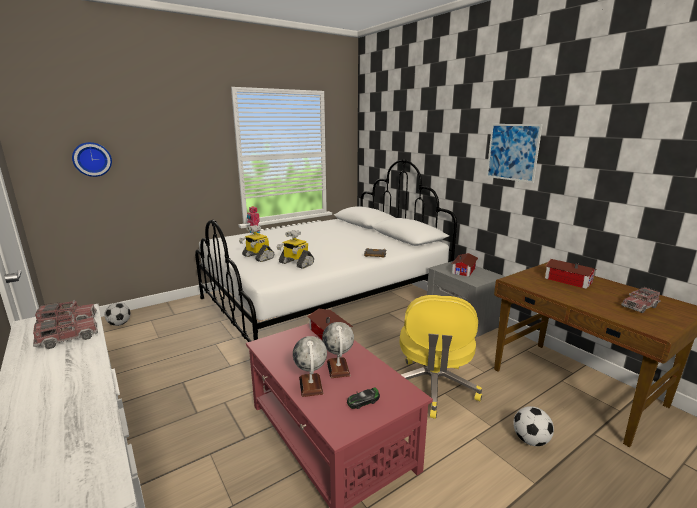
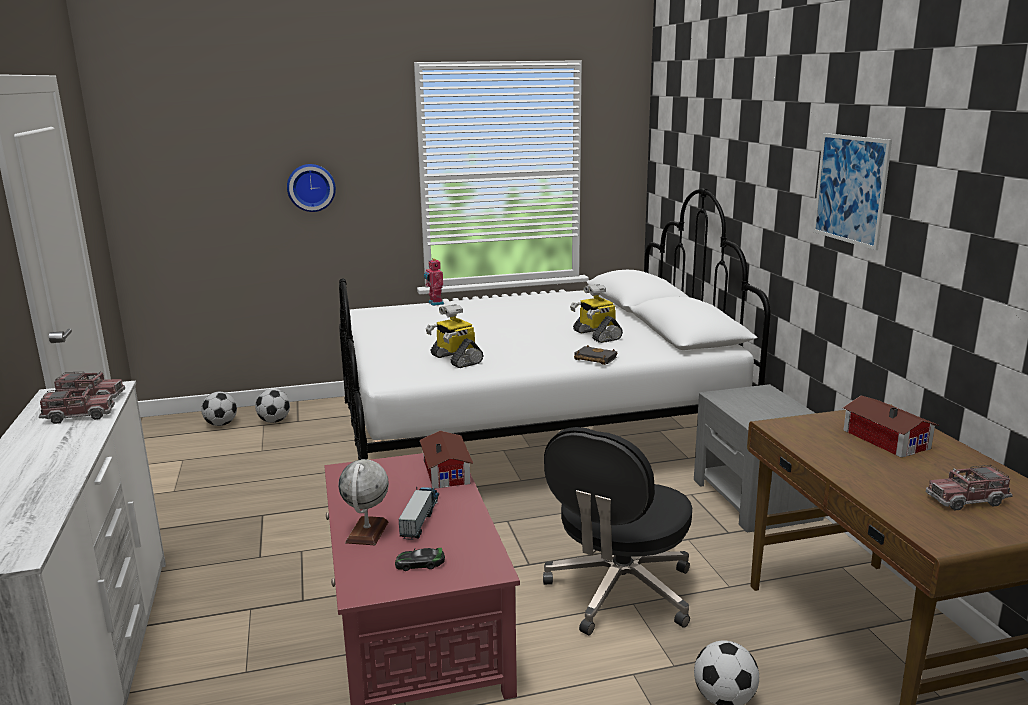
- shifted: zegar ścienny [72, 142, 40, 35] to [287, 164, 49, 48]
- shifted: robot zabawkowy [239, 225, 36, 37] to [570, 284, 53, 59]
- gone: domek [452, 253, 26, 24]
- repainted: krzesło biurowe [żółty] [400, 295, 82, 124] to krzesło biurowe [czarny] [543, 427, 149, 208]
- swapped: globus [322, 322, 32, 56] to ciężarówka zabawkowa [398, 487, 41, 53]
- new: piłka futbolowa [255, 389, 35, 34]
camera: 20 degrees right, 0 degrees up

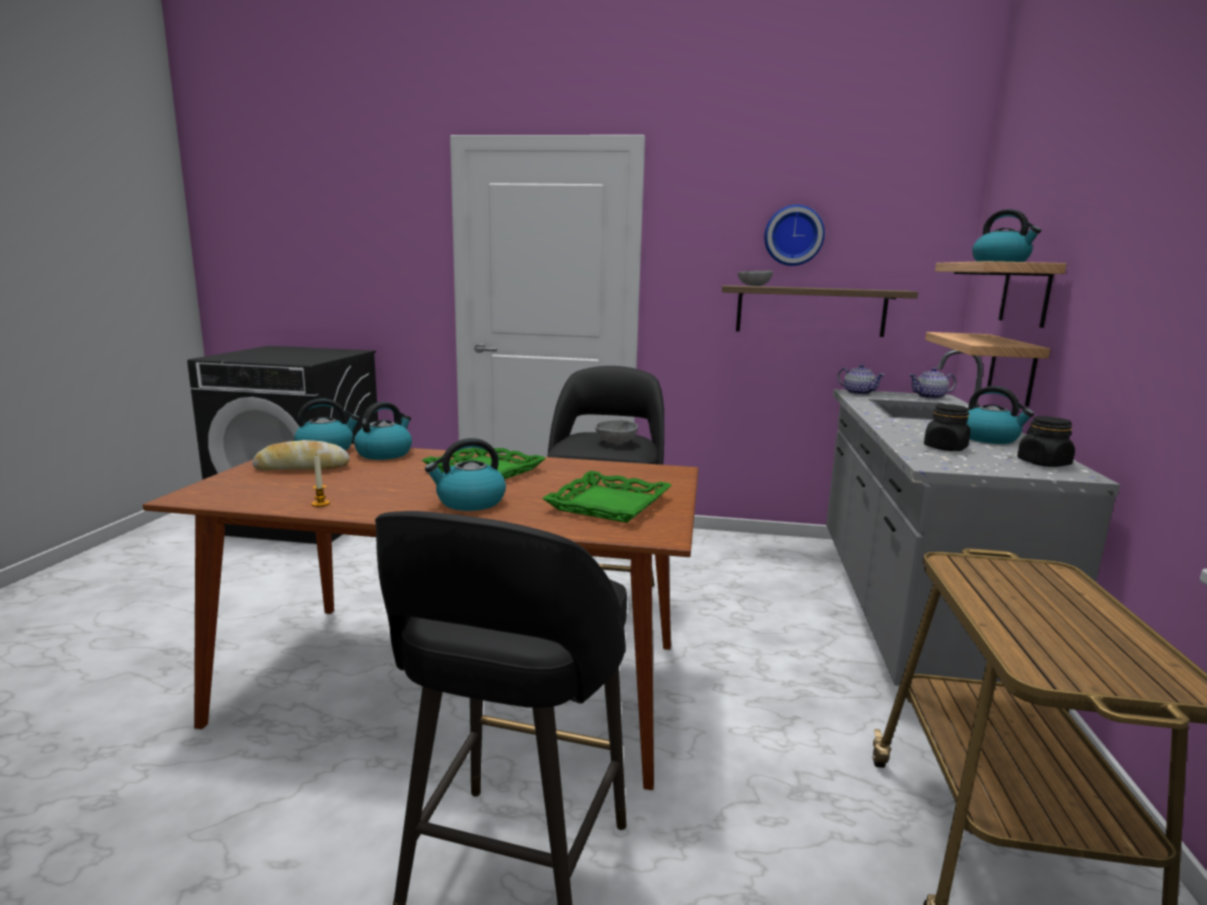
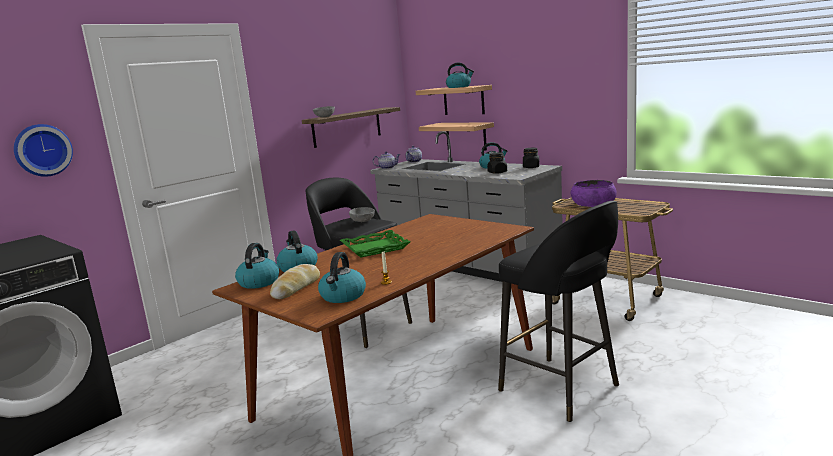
- shifted: zegar ścienny [764, 205, 61, 61] to [14, 124, 59, 53]
- shifted: czajnik [425, 438, 81, 73] to [318, 252, 48, 51]
- gone: taca [zielony] [542, 471, 129, 52]
- new: miska [fioletowy] [570, 180, 47, 27]
camera: 55 degrees left, 0 degrees up

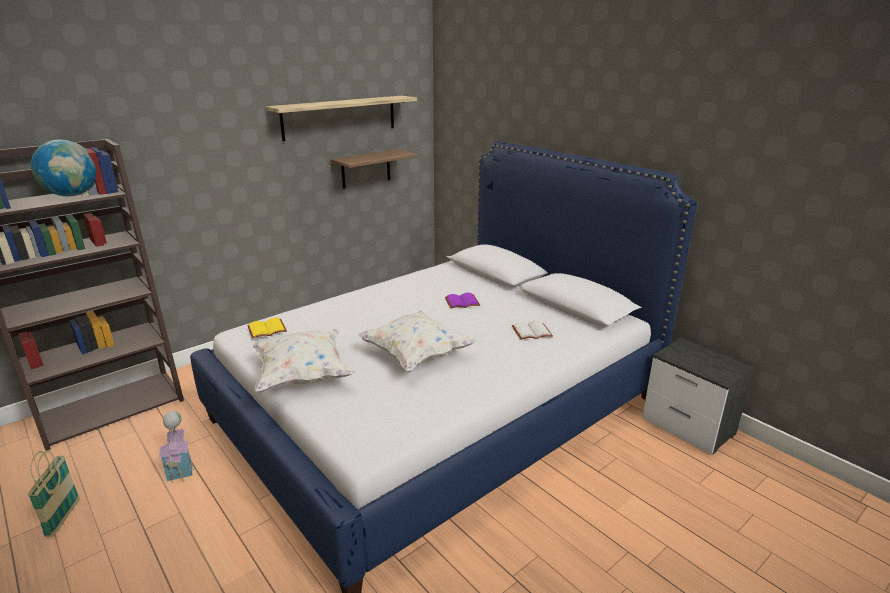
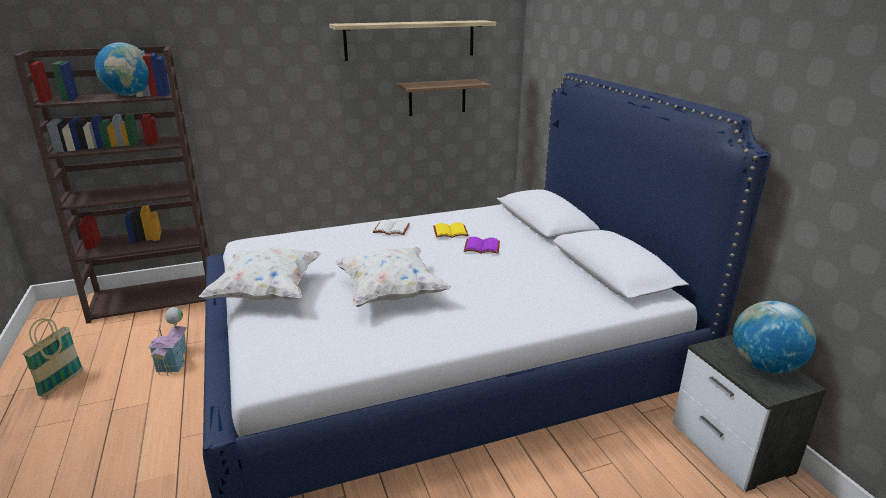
- shifted: książka [żółty] [247, 318, 40, 21] to [433, 222, 35, 16]
- shifted: książka [biały] [512, 321, 41, 19] to [373, 220, 37, 15]
- new: globus [733, 301, 83, 73]
camera: 20 degrees right, 0 degrees up

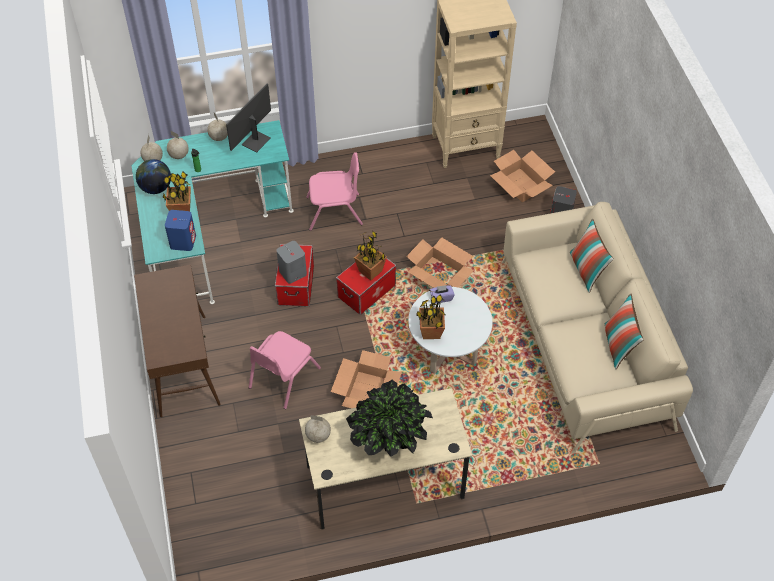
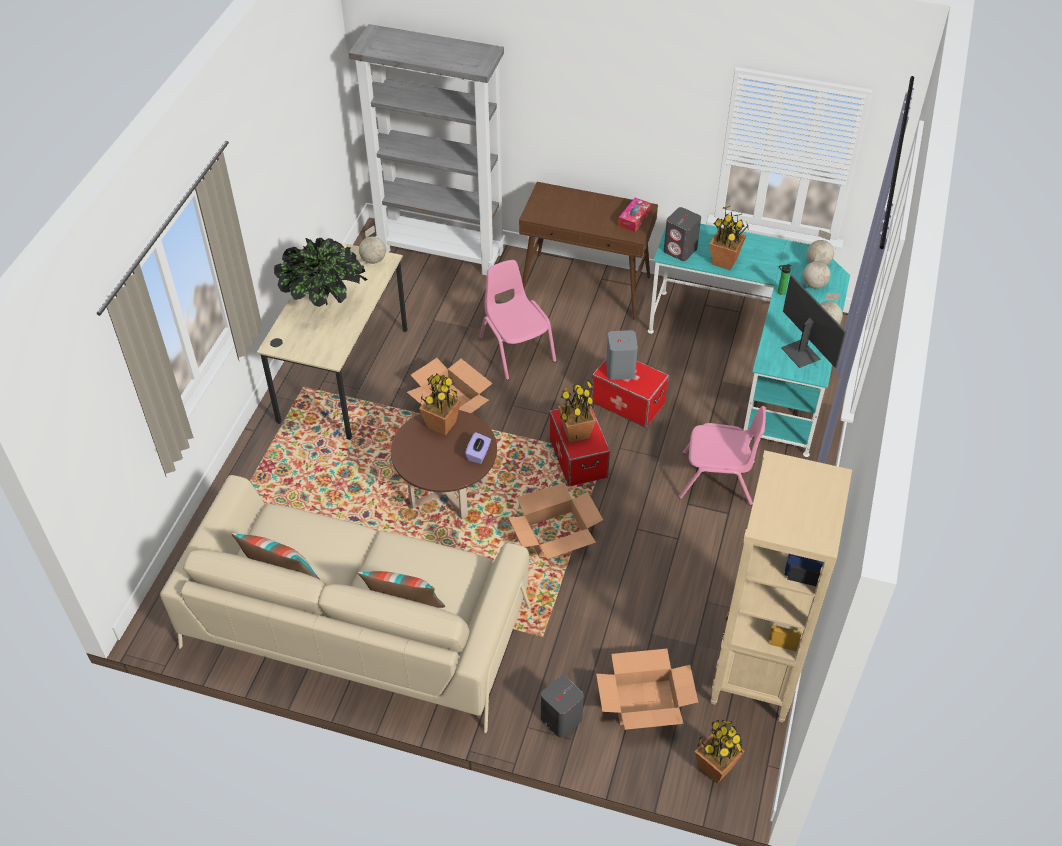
- rotated: krzesło [różowy] [306, 152, 57, 79] = [678, 406, 88, 99] 105 degrees counterclockwise
- gone: globus [136, 159, 35, 35]
- repainted: głośnik [niebieski] [165, 210, 31, 41] to głośnik [szary] [664, 207, 37, 54]
- repainted: ława [biały] [408, 287, 84, 86] to ława [brązowy] [391, 410, 106, 109]
- new: regał [szary] [349, 24, 157, 251]
- new: pudełko chusteczek [618, 198, 33, 34]
- new: roślina doniczkowa [695, 720, 50, 64]
camera: 120 degrees right, 5 degrees down

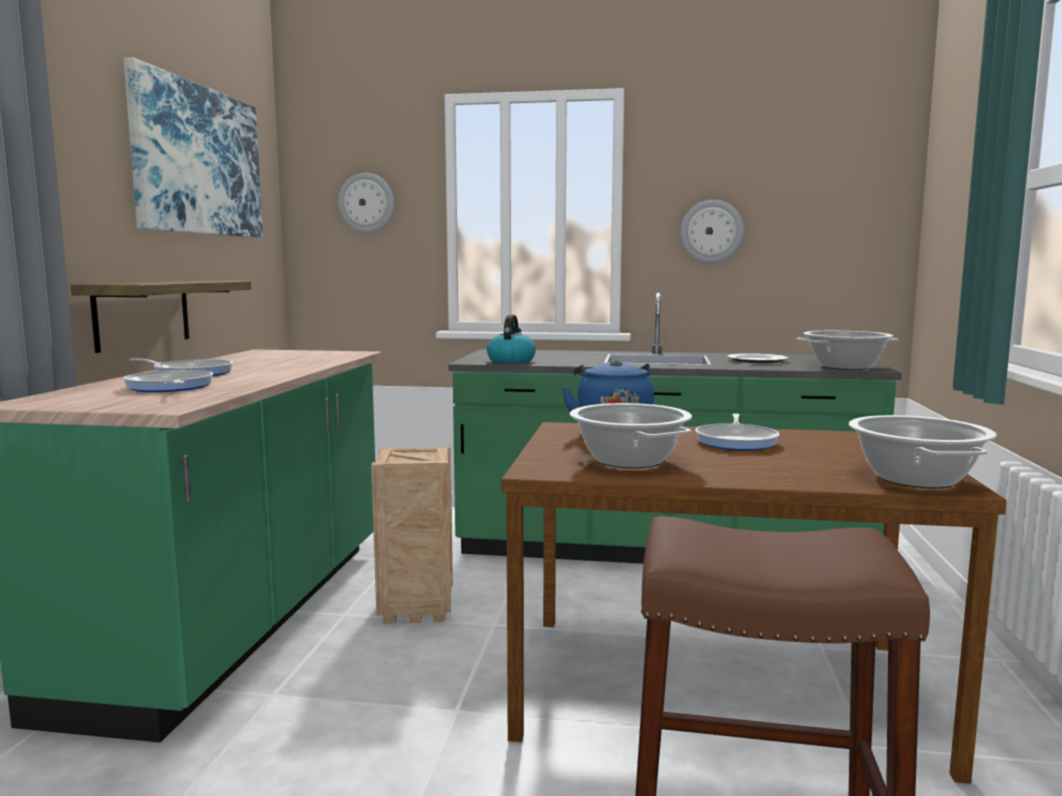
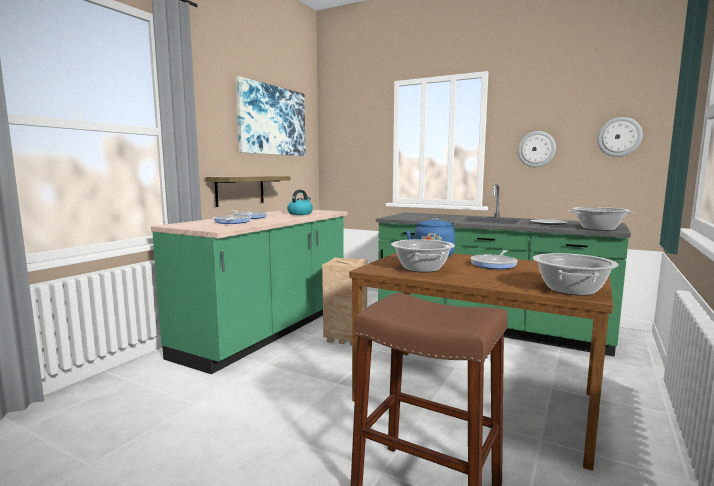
- shifted: zegar ścienny [338, 173, 56, 60] to [597, 117, 46, 40]
- shifted: czajnik [487, 314, 49, 49] to [287, 190, 26, 25]
camera: 20 degrees right, 0 degrees up

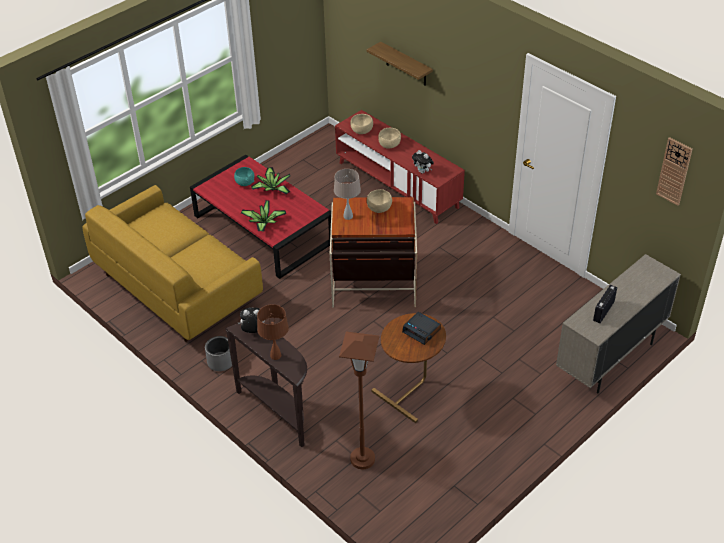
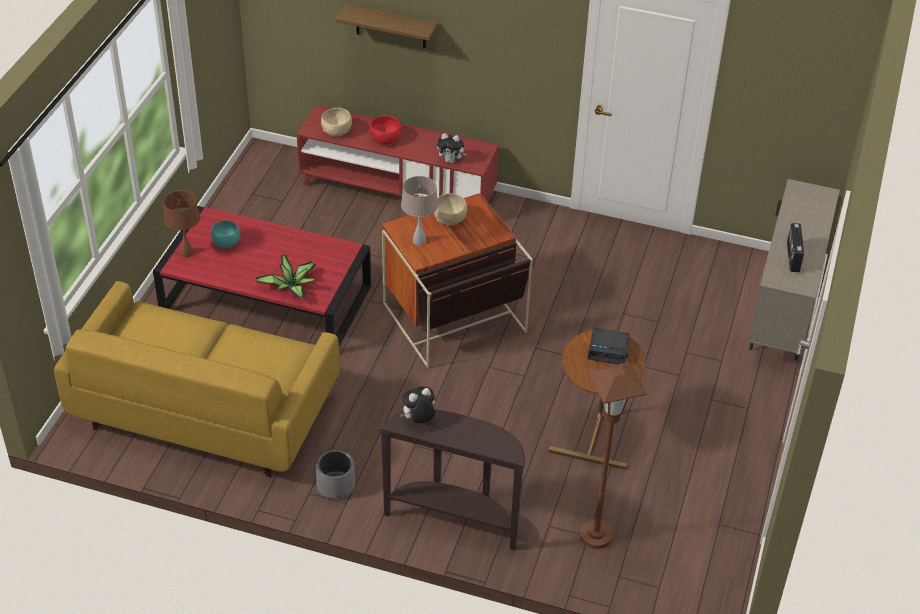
- repainted: miska [beżowy] [378, 128, 23, 21] to miska [czerwony] [370, 116, 31, 29]
- gone: zegar ścienny [656, 137, 36, 69]
- gone: roślina doniczkowa [251, 167, 39, 27]
- shifted: lampa stołowa [brązowy] [257, 304, 32, 56] to [163, 191, 37, 67]
camera: 30 degrees left, 0 degrees up

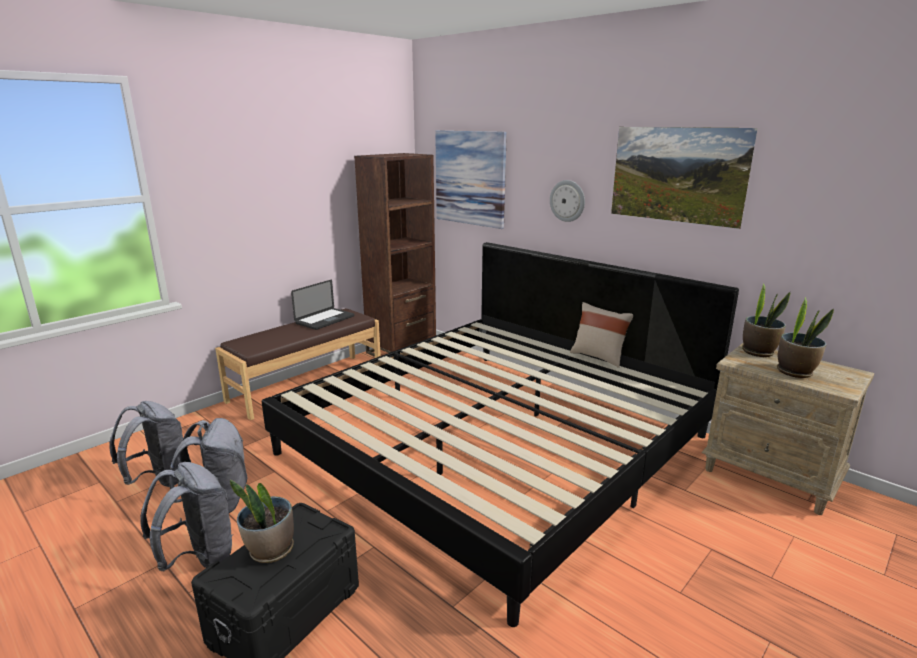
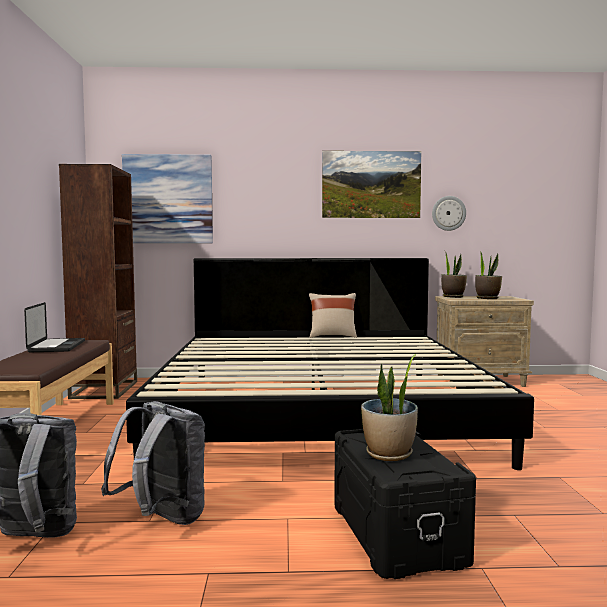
- shifted: zegar ścienny [550, 180, 35, 42] to [432, 196, 34, 35]
- gone: plecak [szary] [140, 462, 93, 109]
camera: 45 degrees left, 15 degrees down

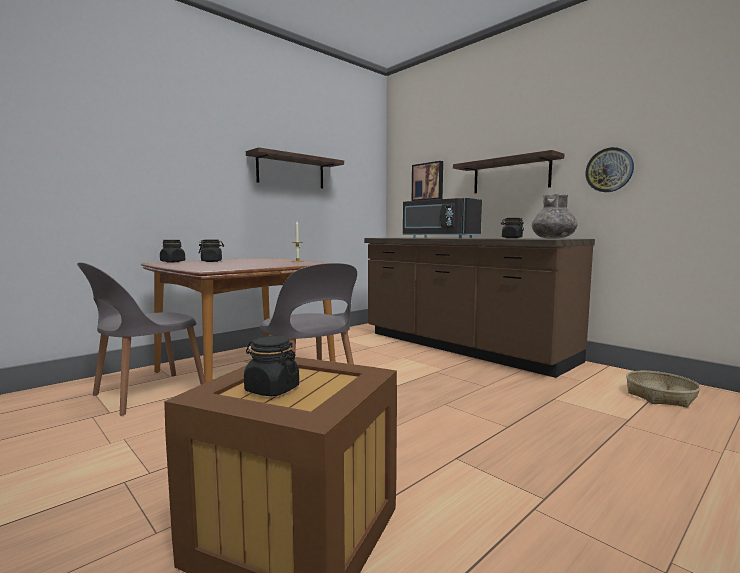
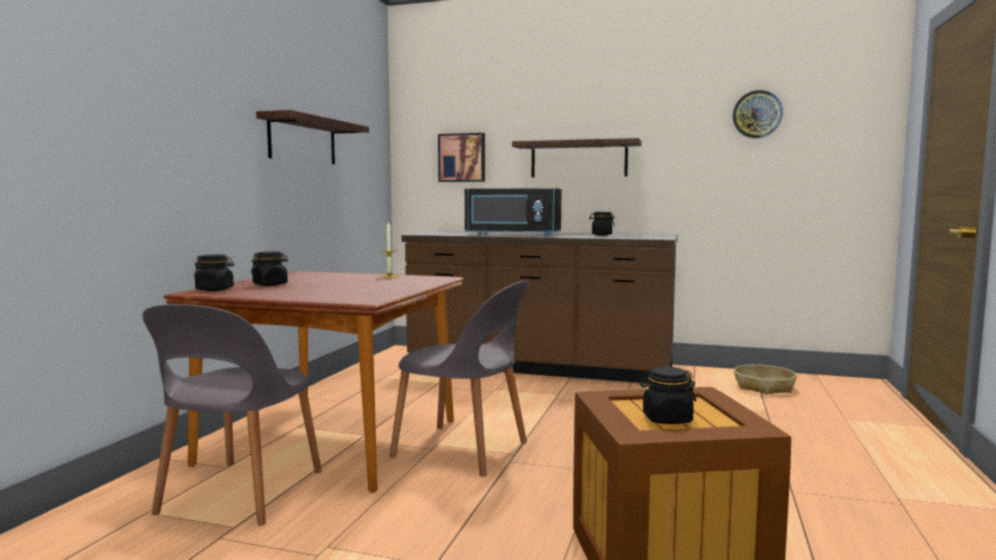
- shifted: zegar ścienny [585, 147, 49, 45] to [733, 90, 50, 48]
- gone: wazon [szary] [532, 194, 46, 45]
camera: 30 degrees left, 0 degrees up

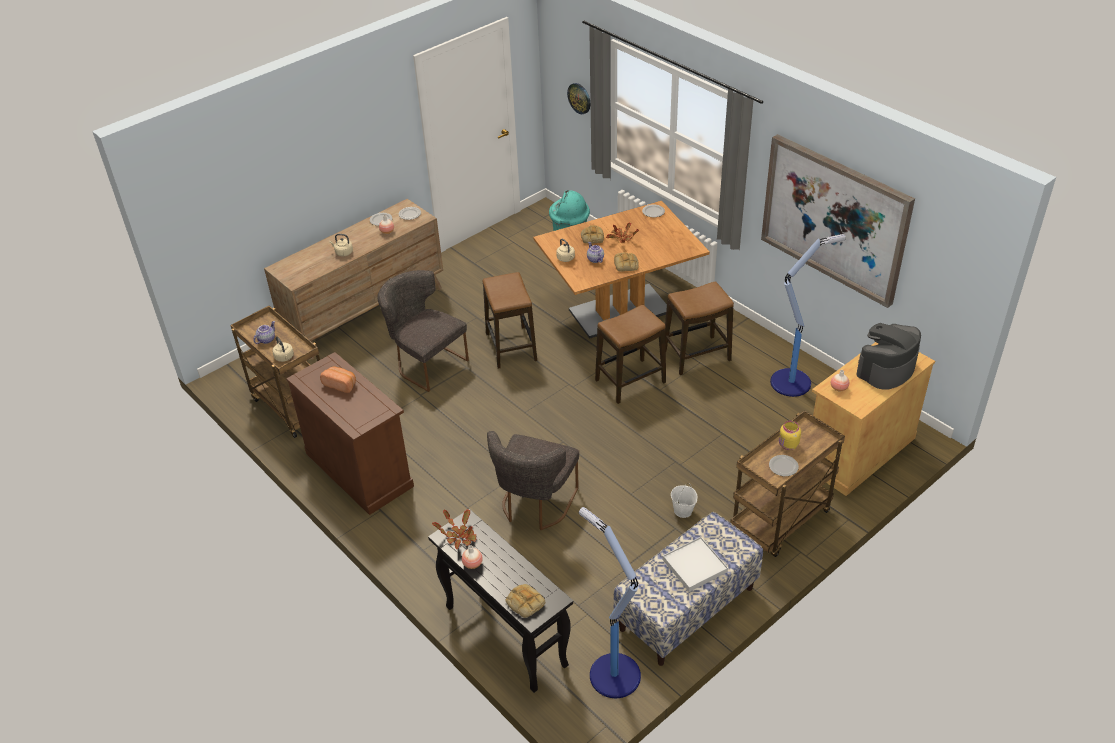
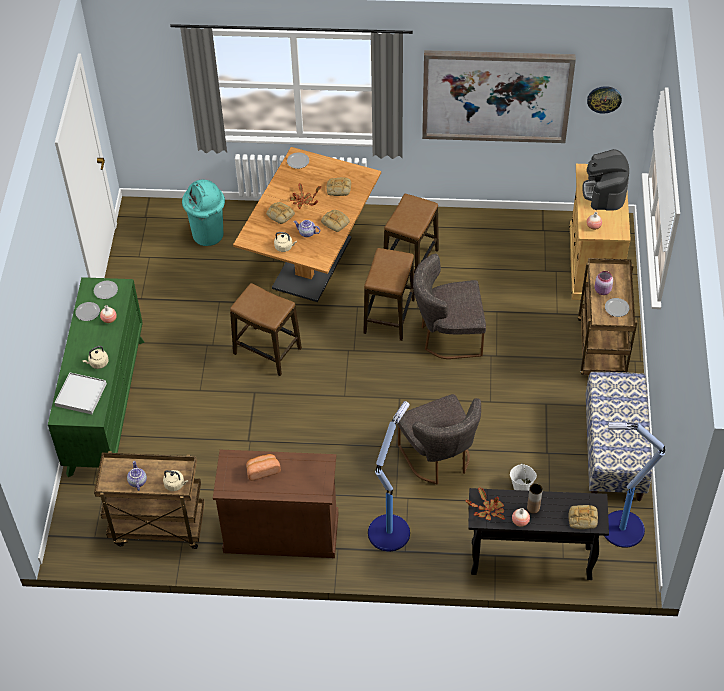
- shifted: zegar ścienny [567, 83, 23, 31] to [587, 86, 35, 28]
- repainted: komoda [brązowy] [264, 199, 179, 161] to komoda [zielony] [48, 277, 97, 200]
- shifted: lampa stojąca [770, 234, 76, 163] to [368, 401, 42, 150]
- shifted: krzesło [szary] [378, 270, 91, 122] to [413, 253, 73, 106]
- repainted: słoik [żółty] [779, 420, 22, 30] to słoik [różowy] [595, 271, 18, 24]
- shifted: wiadro [biały] [671, 483, 26, 35] to [510, 464, 27, 27]
- shifted: taca [biały] [663, 537, 65, 55] to [55, 372, 52, 42]
- new: chleb [326, 177, 25, 19]
- new: wazon [brązowy] [527, 483, 16, 31]
camera: 45 degrees left, 10 degrees up

